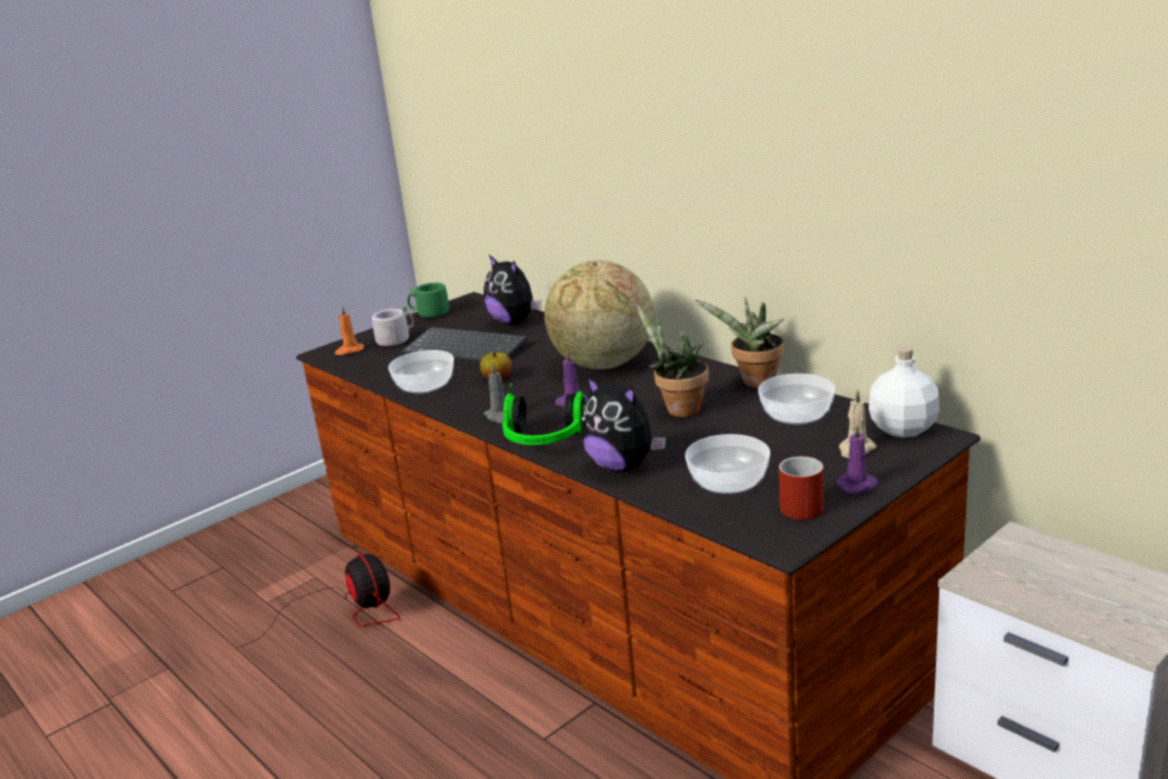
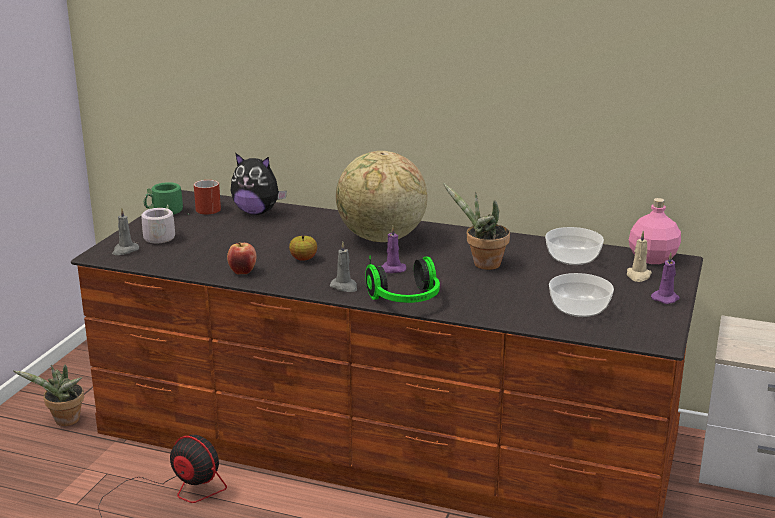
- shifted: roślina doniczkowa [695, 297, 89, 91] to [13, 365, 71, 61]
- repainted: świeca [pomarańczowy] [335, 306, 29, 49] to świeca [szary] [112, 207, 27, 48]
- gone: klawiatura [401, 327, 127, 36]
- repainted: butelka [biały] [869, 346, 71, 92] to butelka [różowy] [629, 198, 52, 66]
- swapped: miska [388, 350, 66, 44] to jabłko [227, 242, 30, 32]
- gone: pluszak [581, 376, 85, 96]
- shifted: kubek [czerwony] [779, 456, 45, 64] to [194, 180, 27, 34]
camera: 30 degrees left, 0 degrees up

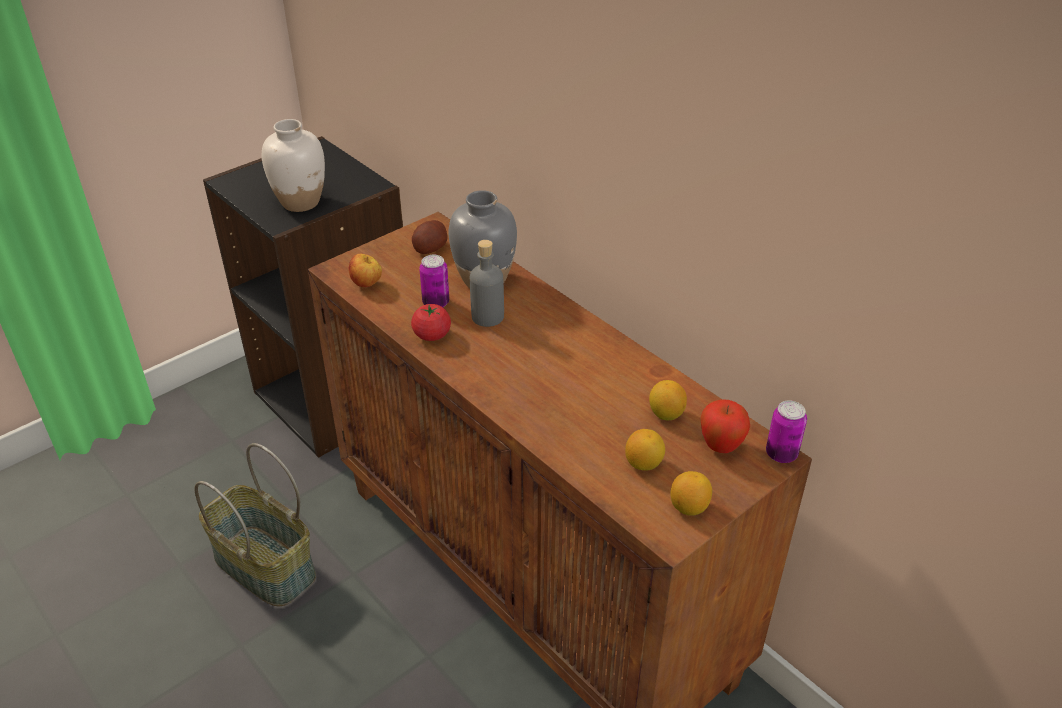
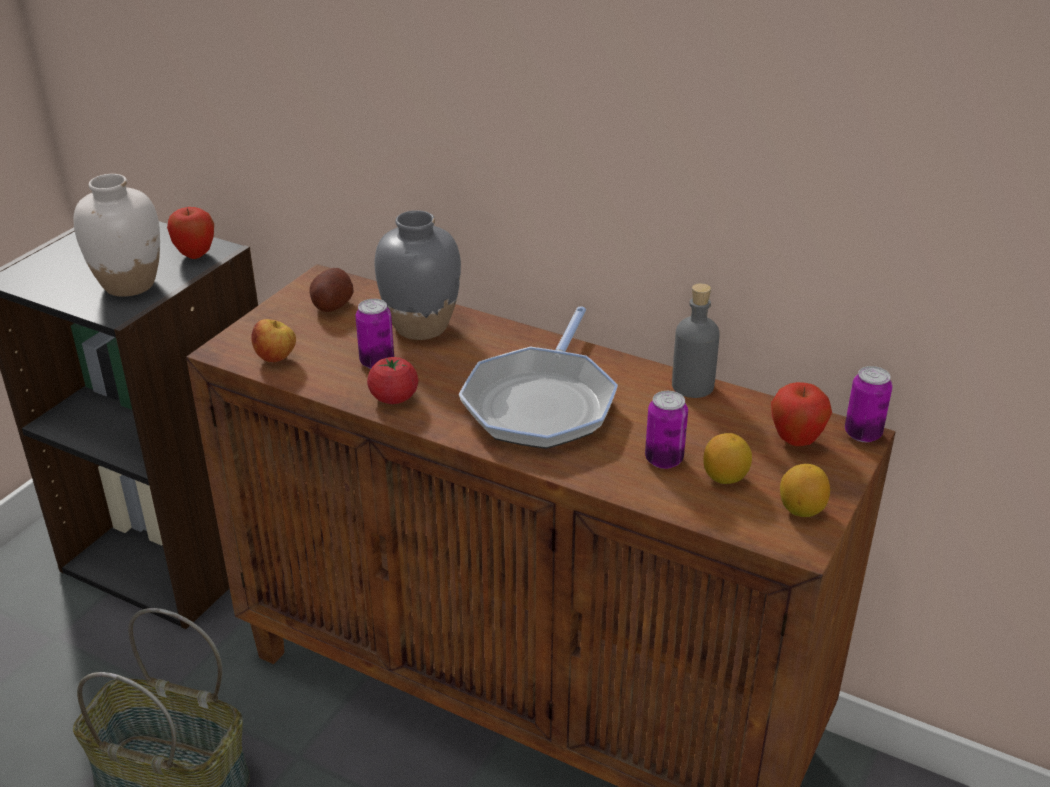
- shifted: butelka [szary] [470, 240, 34, 87] to [672, 283, 48, 115]
- gone: cytryna [649, 380, 38, 40]
- new: jabłko [167, 207, 47, 52]
- new: patelnia [459, 306, 159, 143]
- new: puszka [645, 391, 43, 78]
camera: 20 degrees left, 5 degrees down

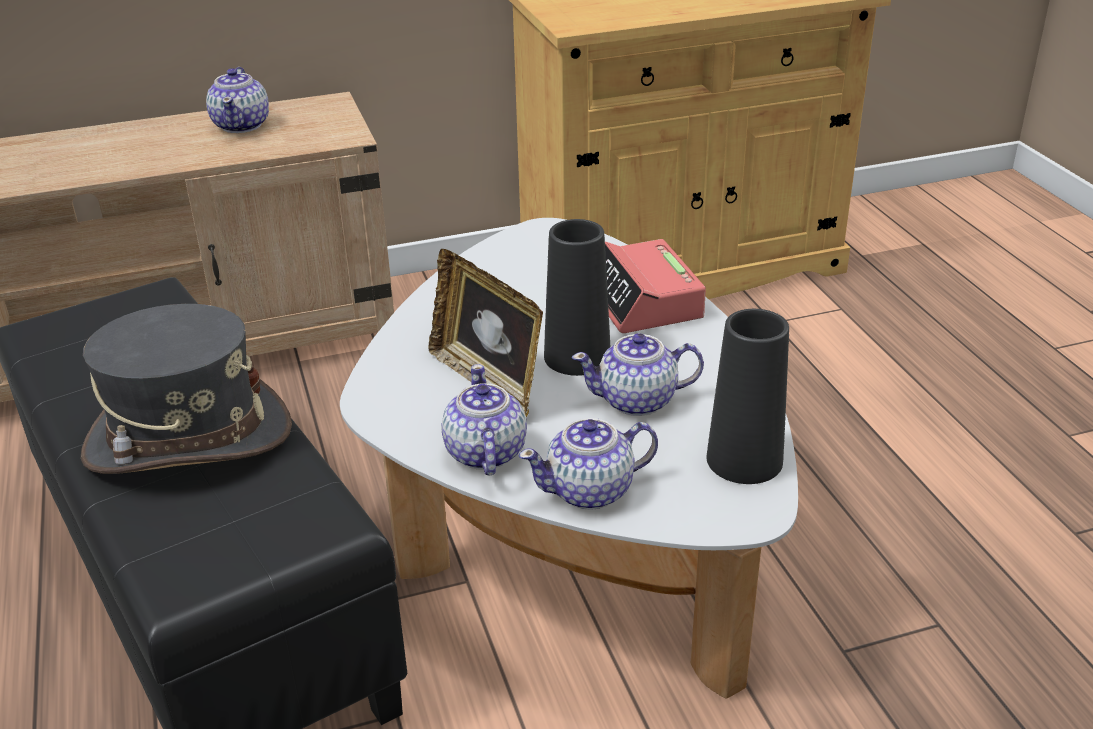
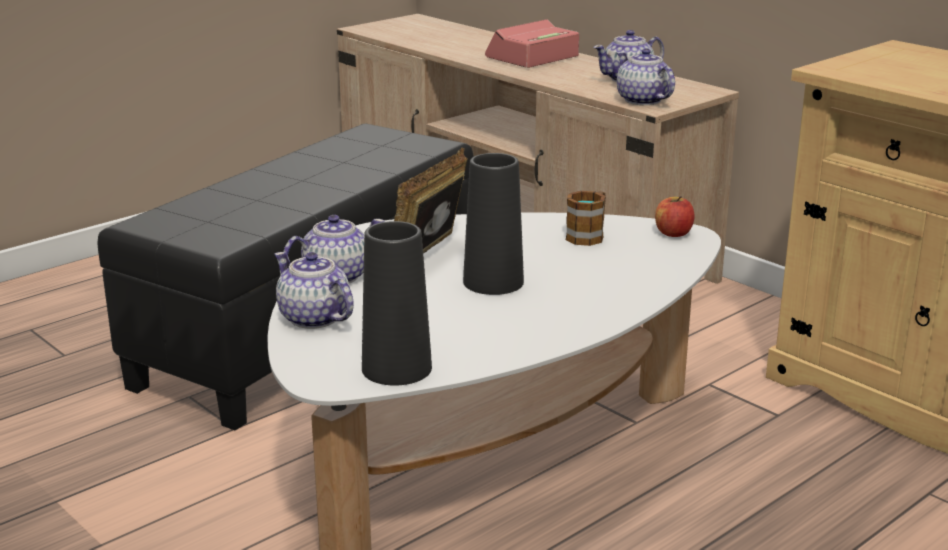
- shifted: budzik [605, 239, 101, 94] to [485, 19, 94, 49]
- gone: kapelusz [szary] [81, 304, 211, 170]
- shifted: imbryk [572, 333, 132, 83] to [617, 48, 58, 57]
- new: kubek [566, 191, 40, 55]
- new: jabłko [655, 196, 39, 41]
camera: 65 degrees right, 10 degrees down

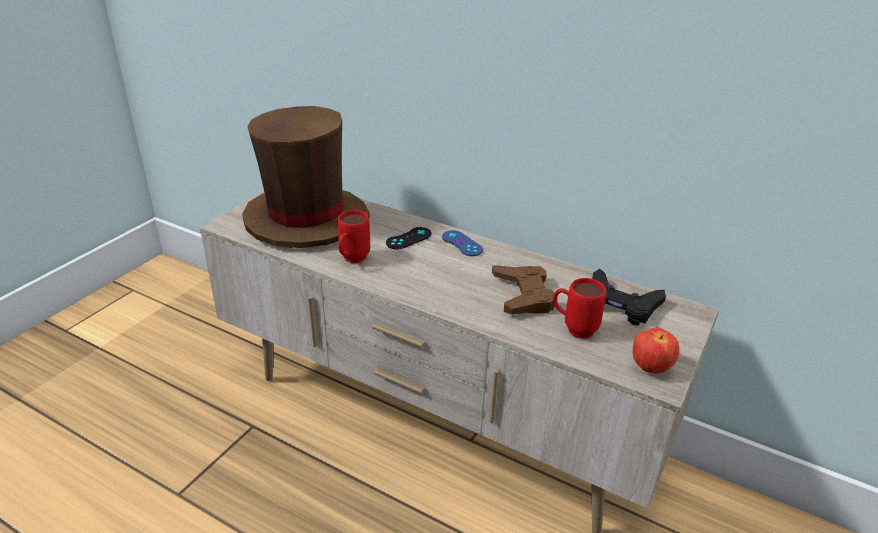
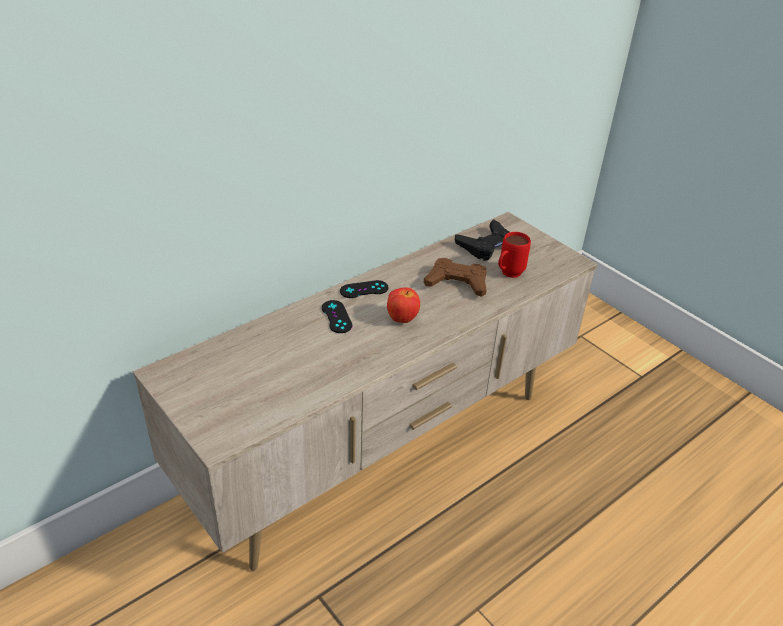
- gone: kapelusz [brązowy] [242, 106, 128, 142]
- gone: kubek [czerwony] [337, 210, 33, 53]
- repainted: pad do gier [niebieski] [442, 230, 41, 26] to pad do gier [czarny] [340, 280, 49, 18]
- shifted: jabłko [633, 327, 46, 47] to [387, 288, 33, 35]
camera: 70 degrees left, 5 degrees up

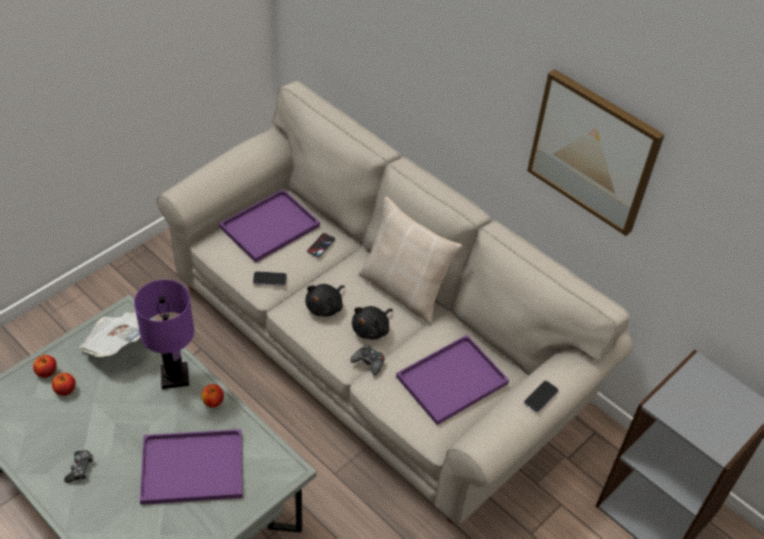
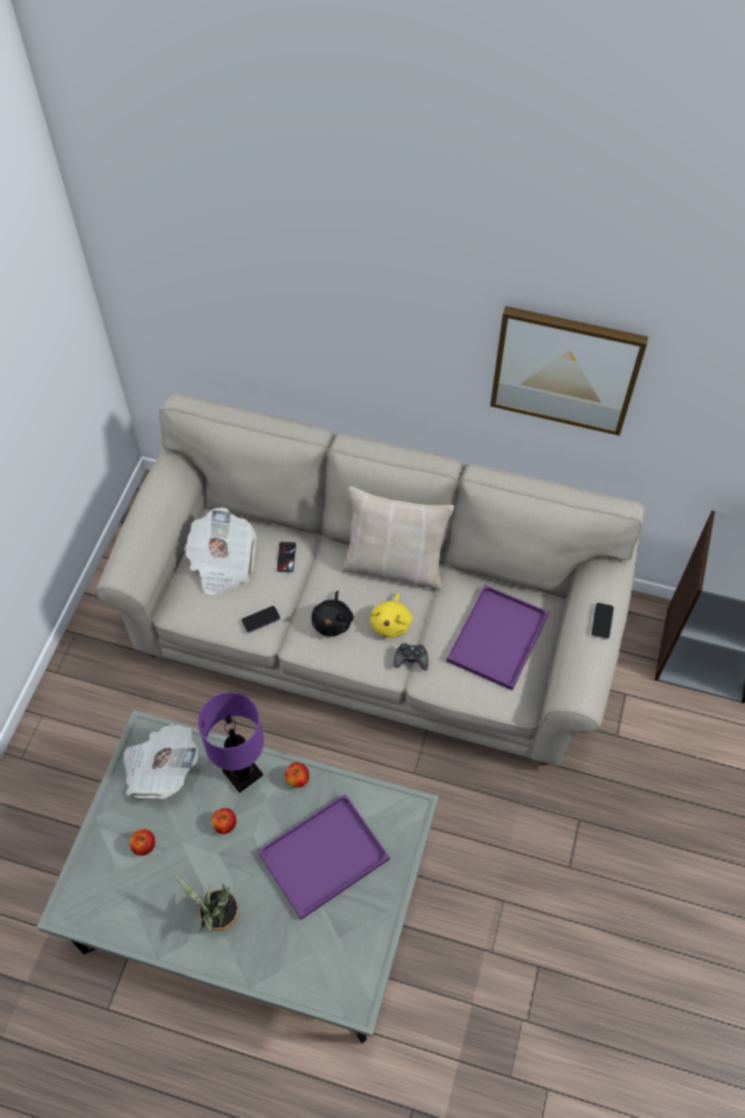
- swapped: taca [fioletowy] [219, 189, 101, 74] to gazeta [184, 508, 73, 88]
- repainted: pluszak [czarny] [352, 306, 41, 34] to pluszak [żółty] [371, 592, 41, 46]
- shifted: jabłko [33, 355, 24, 23] to [211, 808, 25, 26]
- swapped: pad do gier [64, 450, 29, 33] to roślina doniczkowa [176, 876, 63, 57]
camera: 25 degrees left, 10 degrees up

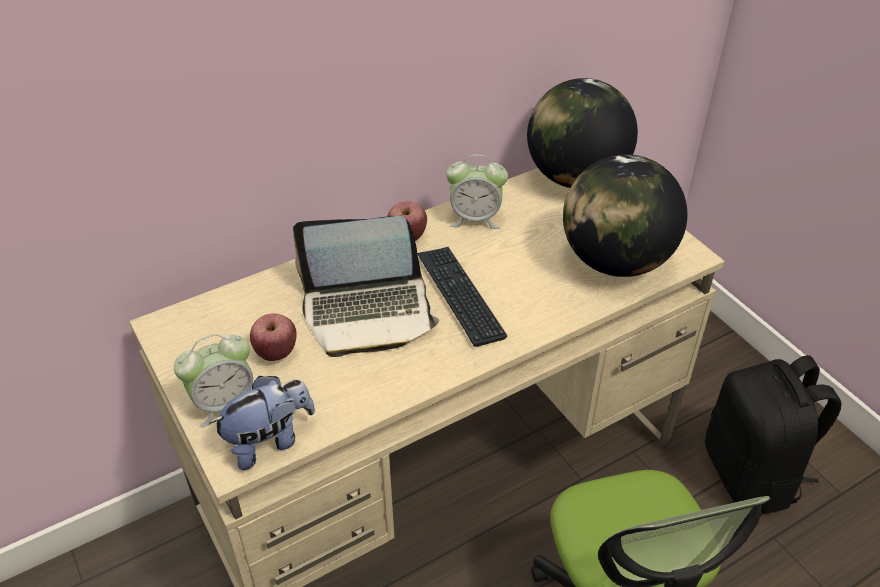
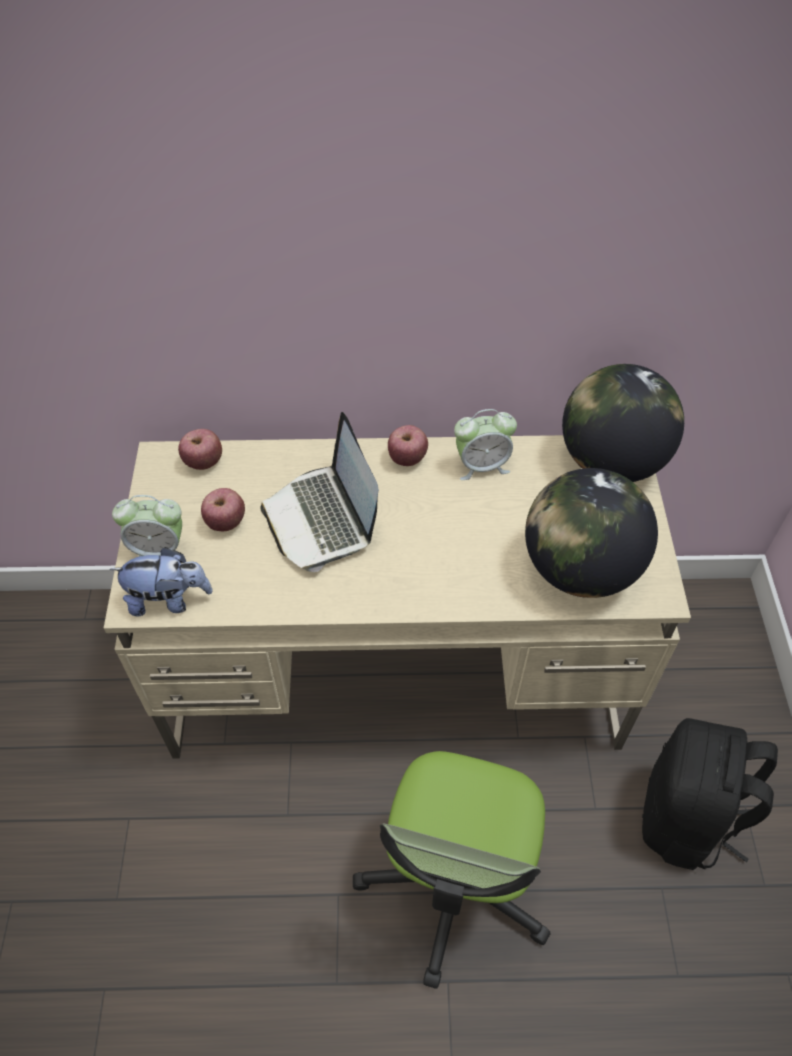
- rotated: budzik [446, 155, 62, 74] = [454, 409, 63, 71] 45 degrees counterclockwise
- rotated: laptop [293, 216, 146, 141] = [260, 412, 118, 160] 45 degrees clockwise
- gone: klawiatura [417, 247, 90, 100]
- new: jabłko [178, 429, 44, 41]
camera: 30 degrees right, 10 degrees up

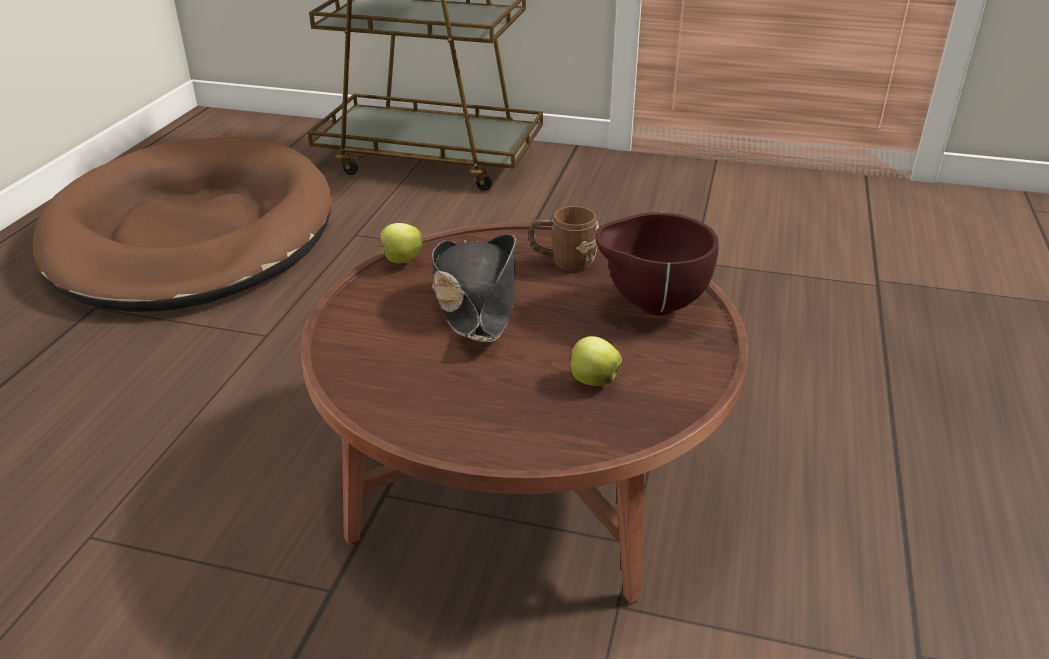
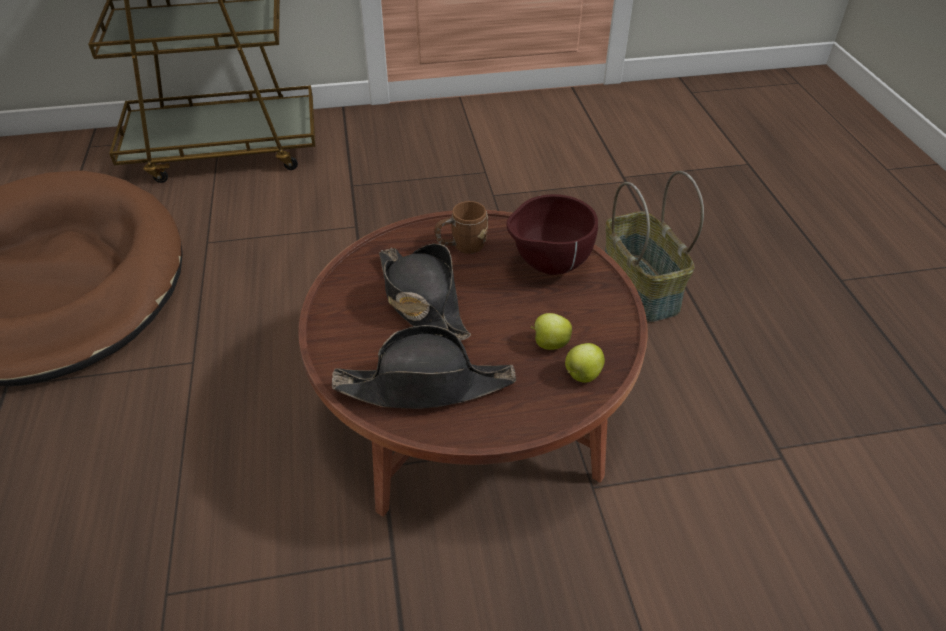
- shifted: jabłko [376, 223, 47, 40] to [565, 343, 40, 40]
- new: koszyk [605, 171, 99, 151]
- new: kapelusz [czarny] [332, 325, 184, 84]
camera: 25 degrees left, 10 degrees up

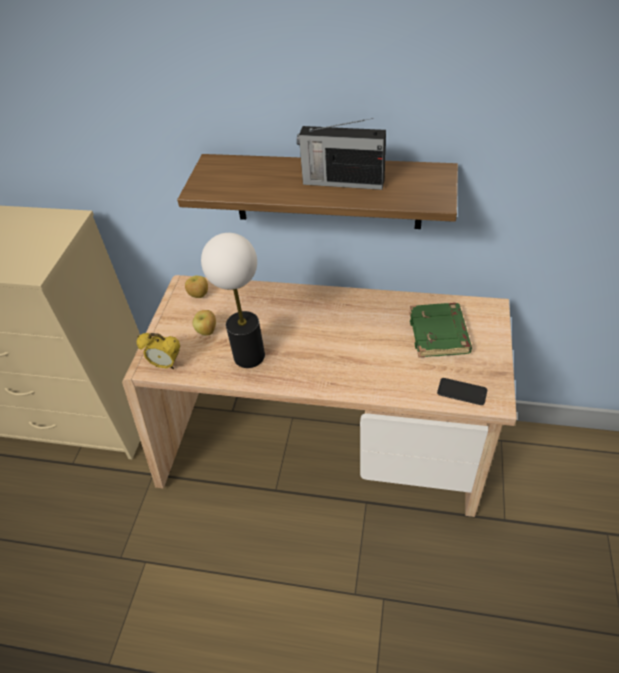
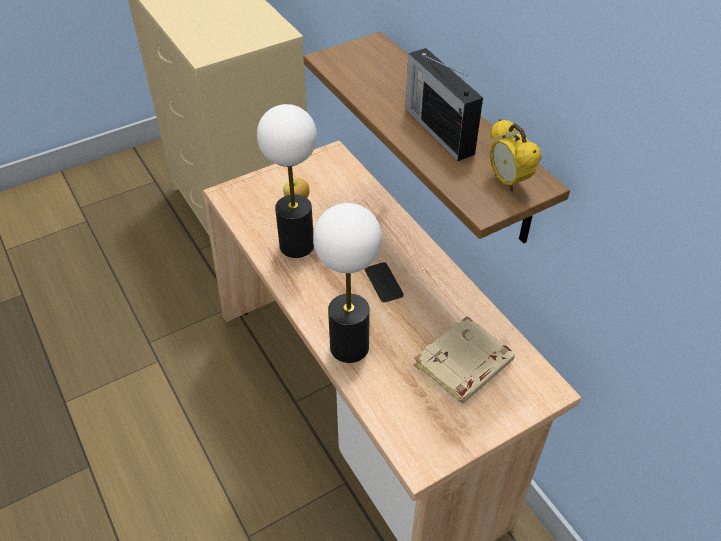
- gone: jabłko [185, 276, 23, 22]
- repainted: książka [zielony] [409, 303, 63, 54] to książka [beżowy] [414, 316, 101, 88]
- shifted: budzik [137, 333, 43, 36] to [489, 119, 52, 73]
- shifted: telefon [437, 378, 50, 27] to [365, 262, 39, 41]
- new: lampa stołowa [313, 203, 69, 160]
camera: 45 degrees right, 0 degrees up

